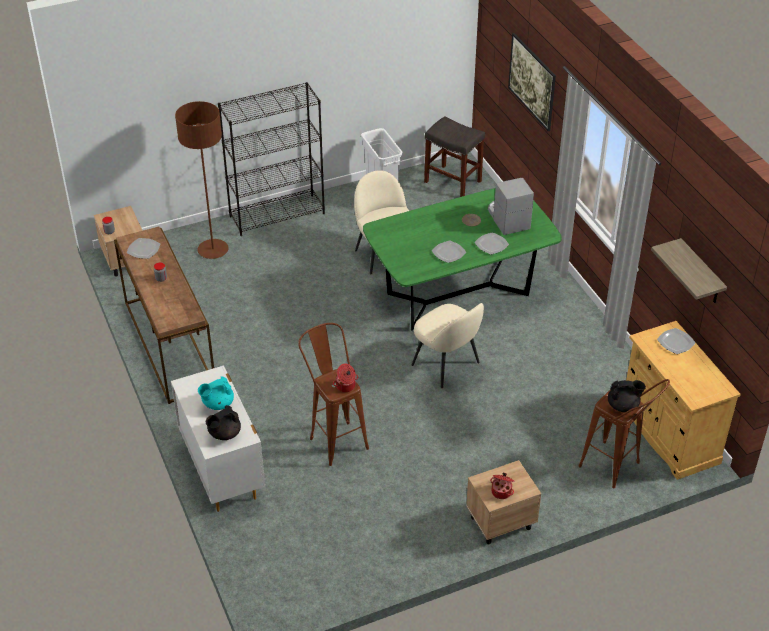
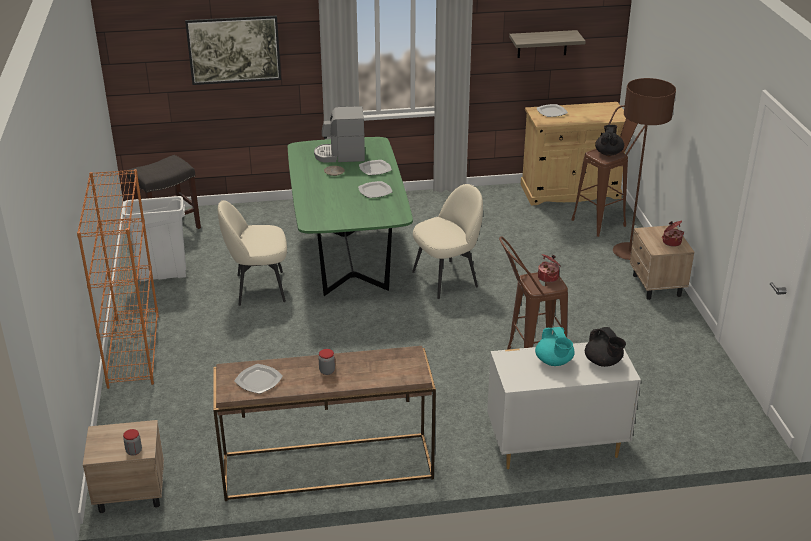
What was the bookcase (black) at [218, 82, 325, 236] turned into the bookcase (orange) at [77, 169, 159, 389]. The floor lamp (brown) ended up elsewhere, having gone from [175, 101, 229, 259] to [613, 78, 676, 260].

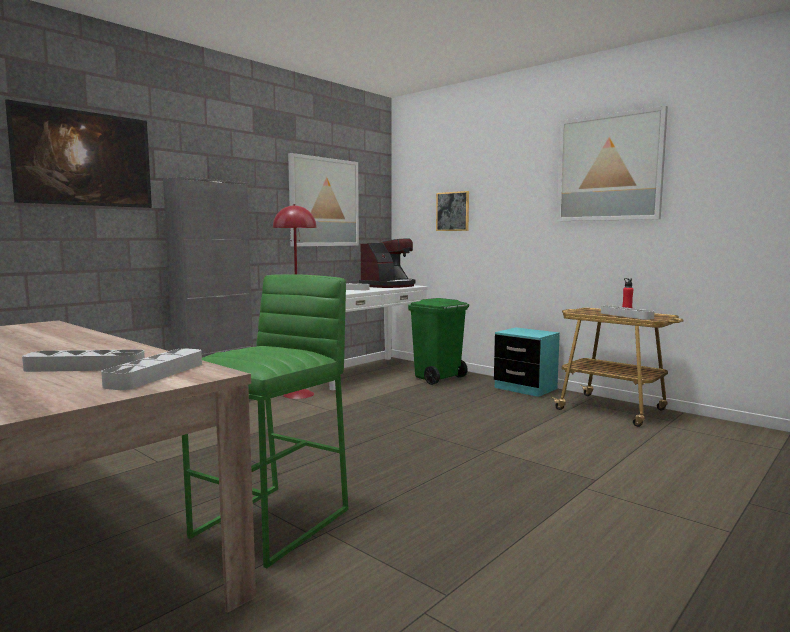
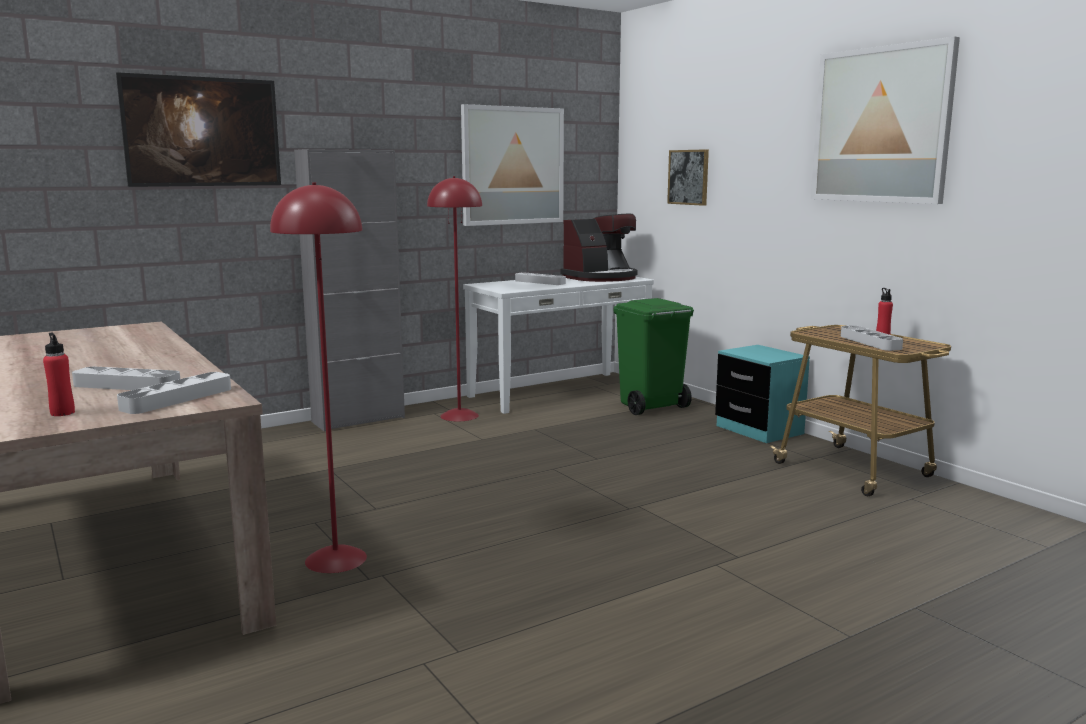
The second view gained the bottle (red) at [43, 333, 75, 416]. Where the stool (green) stood at [182, 274, 349, 568], the floor lamp (red) came to stand at [270, 182, 367, 573].

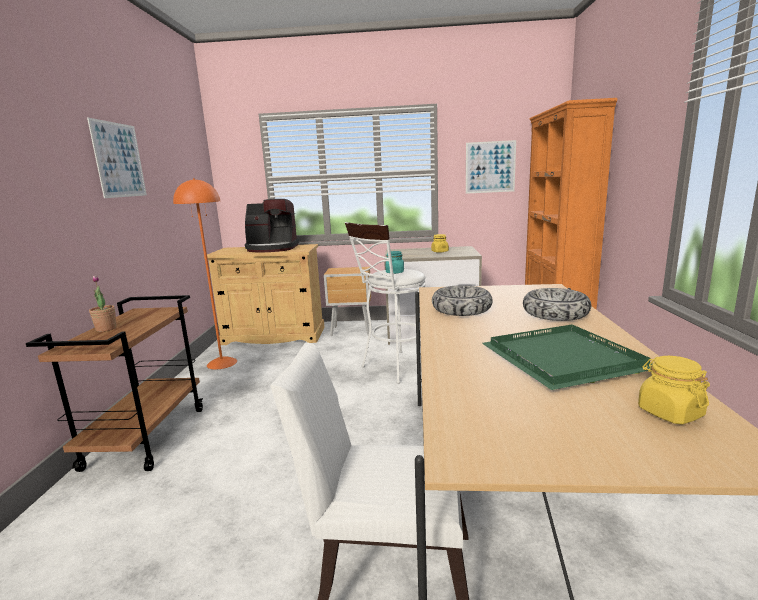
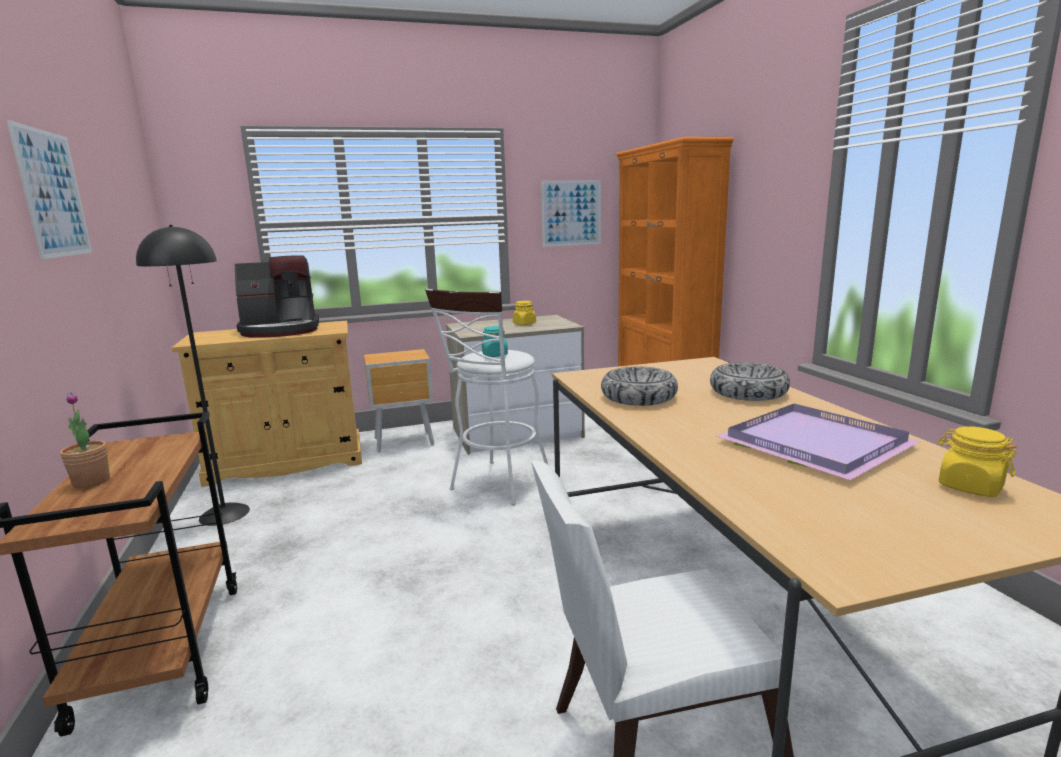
What was the floor lamp (orange) at [173, 178, 237, 370] turned into the floor lamp (black) at [136, 225, 250, 526]. What was the tray (green) at [482, 325, 653, 390] turned into the tray (purple) at [717, 404, 921, 480].

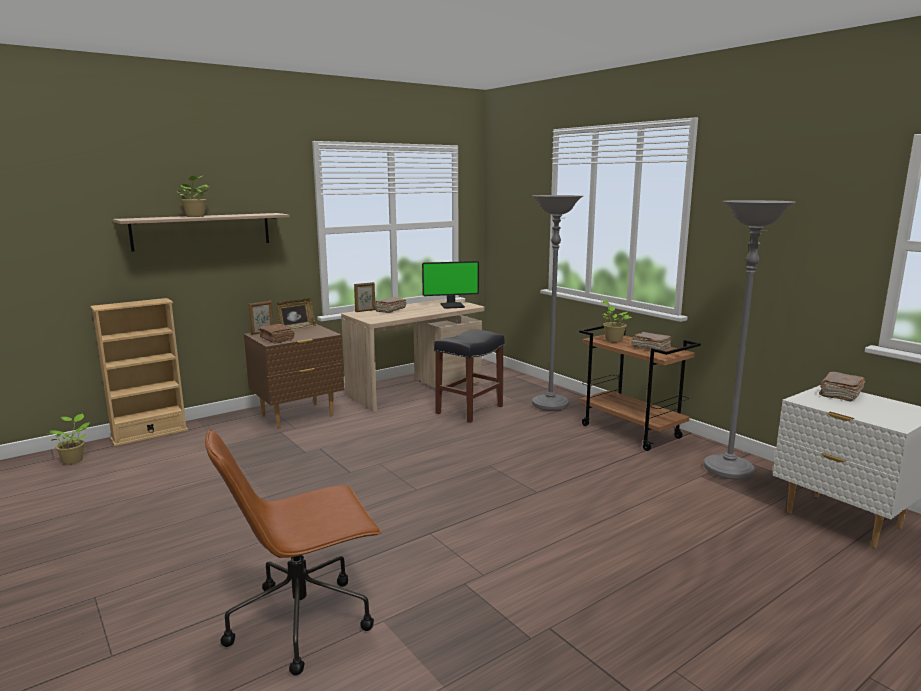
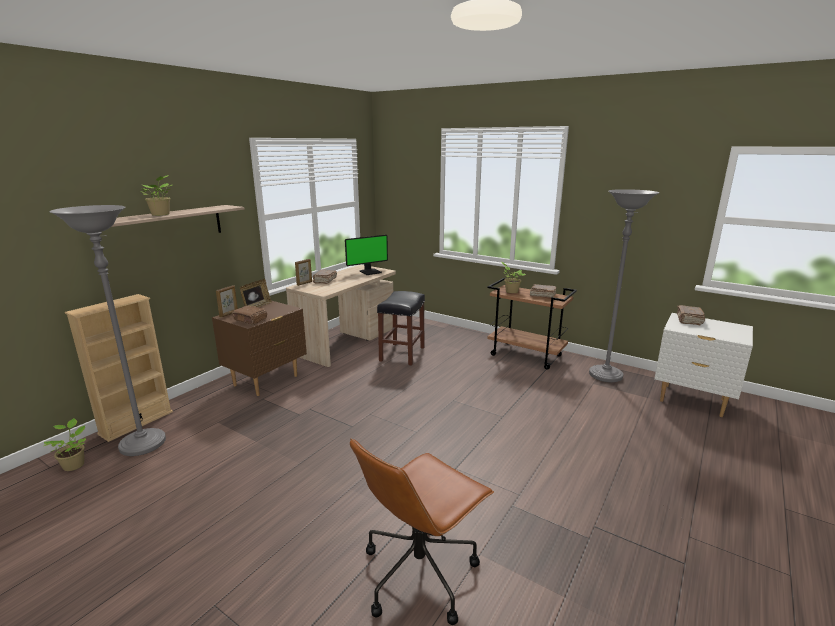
The floor lamp (grey) ended up elsewhere, having gone from [532, 195, 583, 411] to [49, 205, 166, 456].

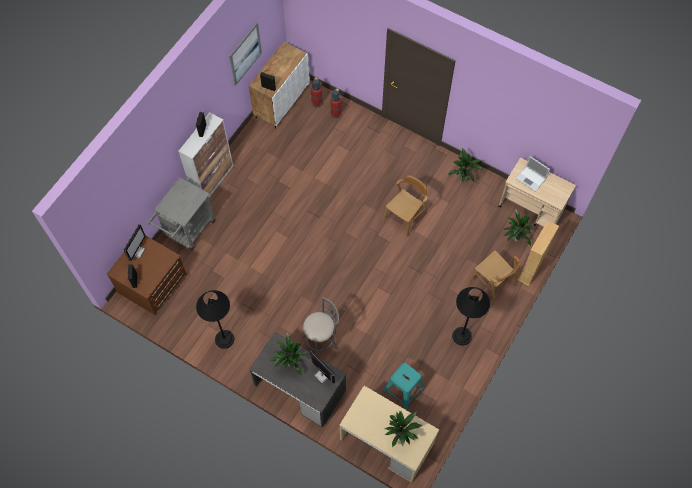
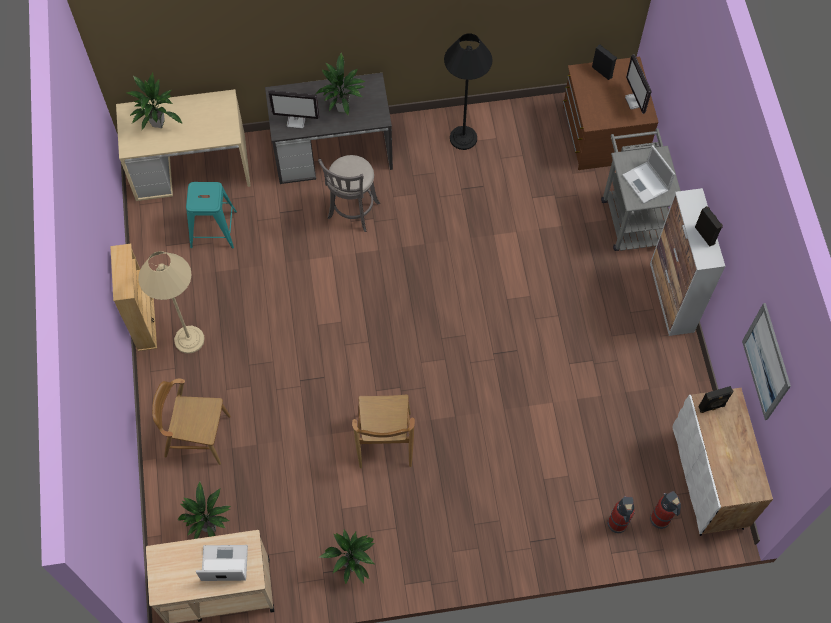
The bookcase (beige) ended up elsewhere, having gone from [518, 220, 559, 286] to [110, 244, 157, 351]. What was the floor lamp (black) at [452, 287, 490, 345] turned into the floor lamp (beige) at [138, 251, 205, 354]. The second view gained the laptop at [622, 145, 675, 204].

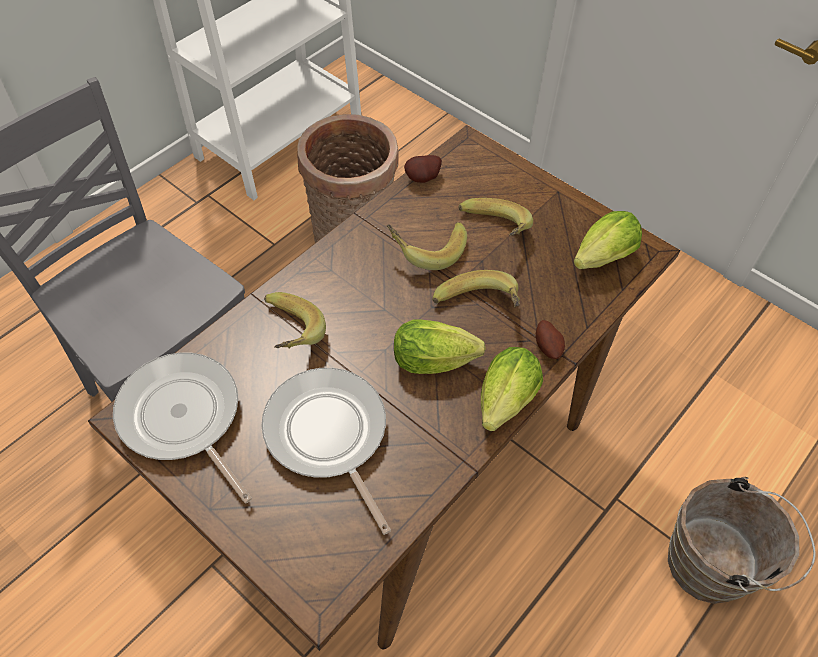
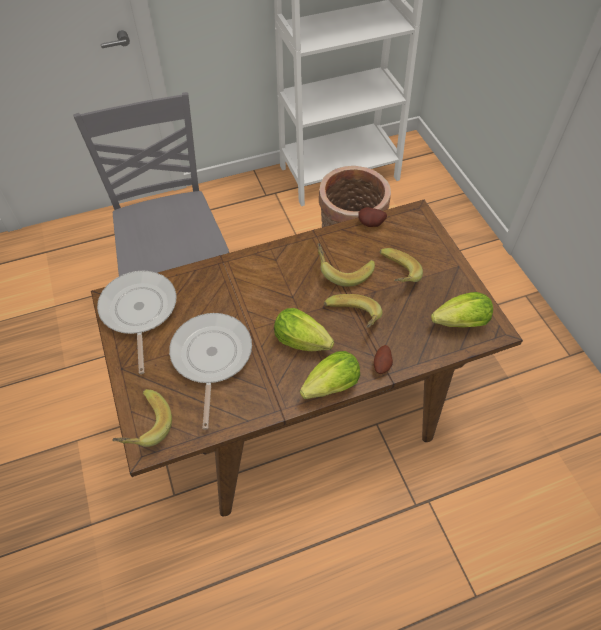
The banana ended up elsewhere, having gone from [264, 292, 326, 349] to [112, 389, 172, 447]. The second view lost the bucket (brown) at [668, 477, 816, 604].

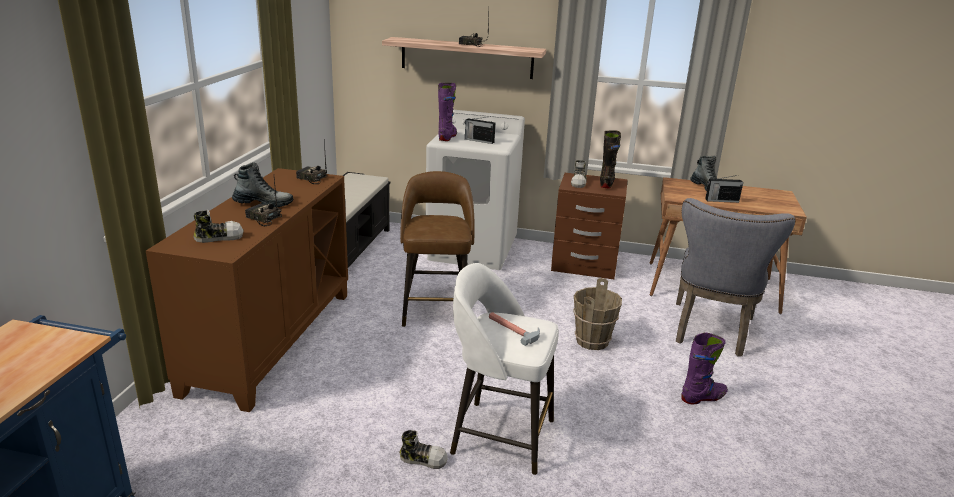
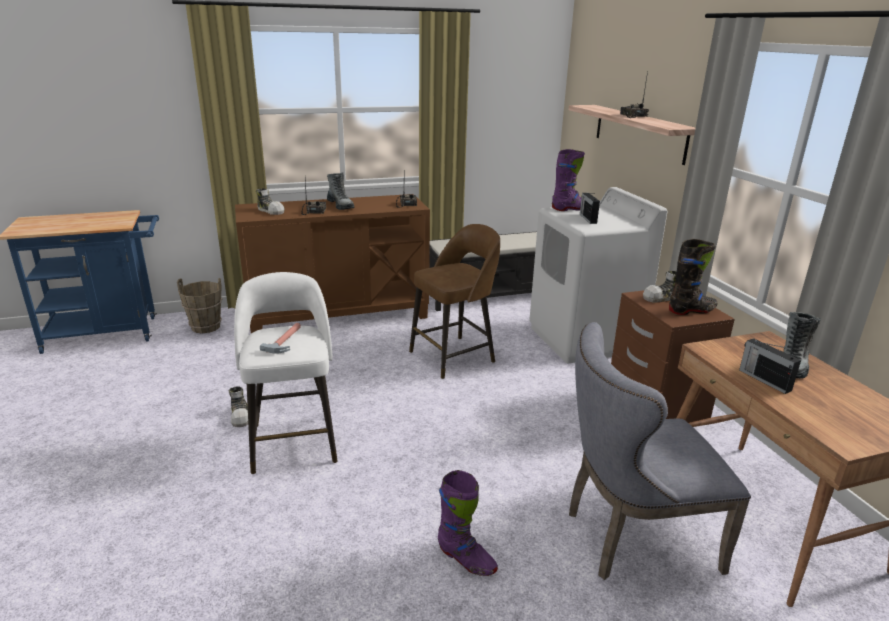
The bucket (brown) ended up elsewhere, having gone from [573, 278, 622, 350] to [177, 278, 223, 333].

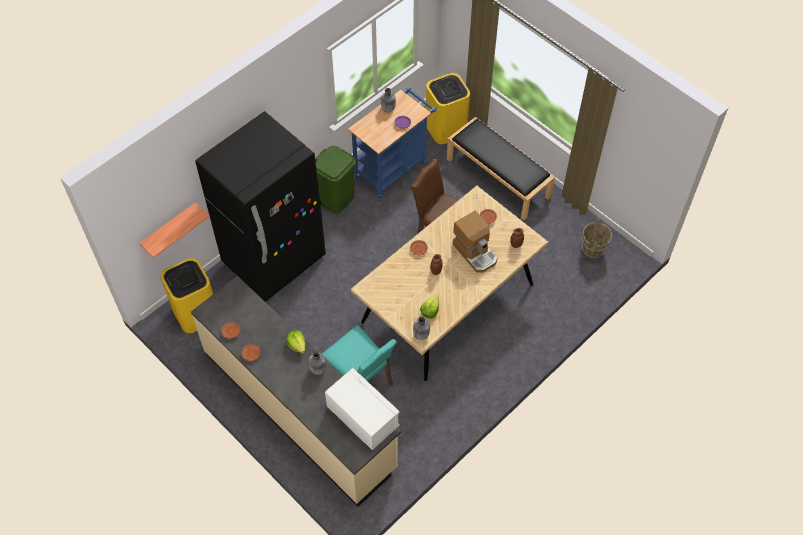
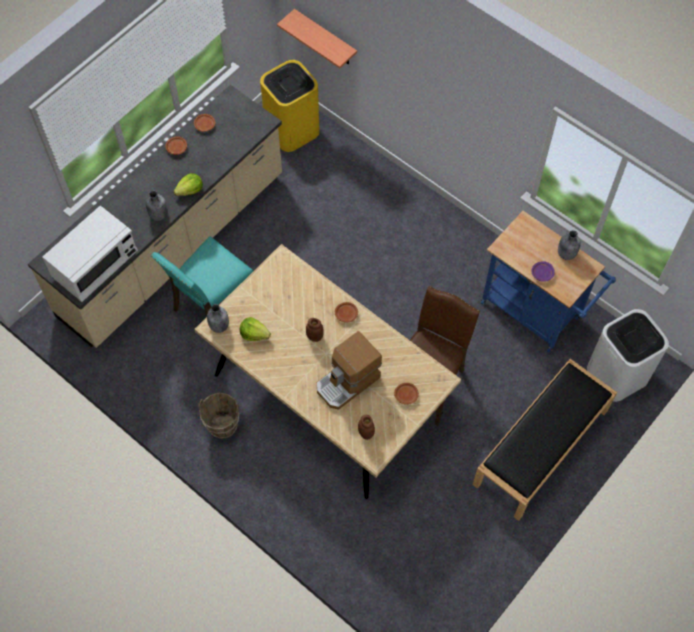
The bucket (brown) ended up elsewhere, having gone from [582, 219, 612, 259] to [198, 393, 239, 439]. What was the trash can (yellow) at [426, 73, 470, 144] turned into the trash can (white) at [587, 309, 669, 402]. The second view lost the fridge (black) at [195, 111, 326, 302]. The second view lost the trash can (green) at [315, 146, 356, 214].

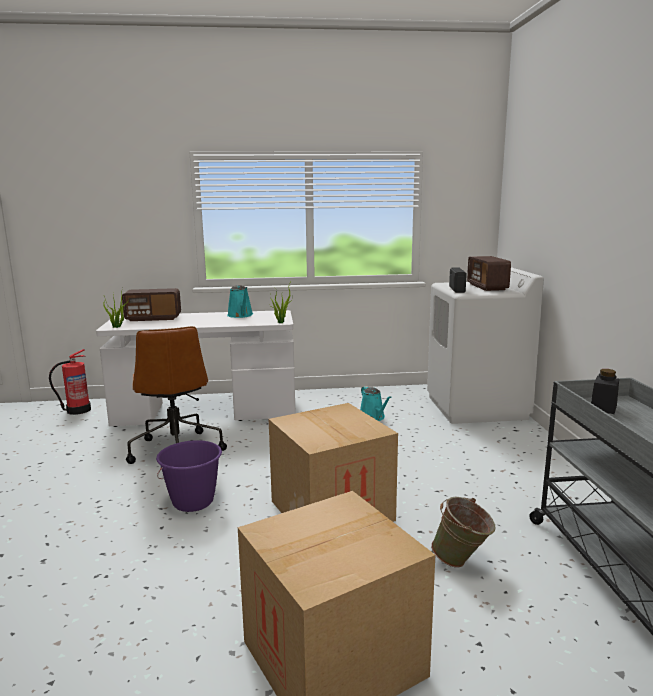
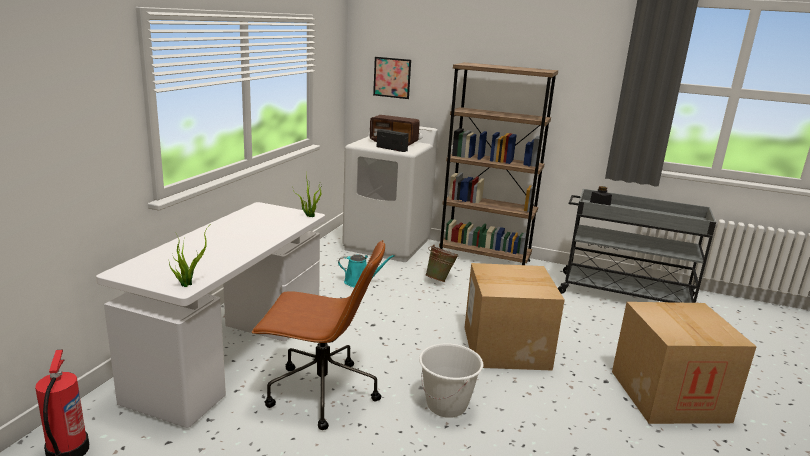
The second view gained the picture at [373, 57, 411, 99]. What was the bucket (purple) at [156, 440, 222, 512] turned into the bucket (white) at [419, 344, 483, 418]. The bucket (green) ended up elsewhere, having gone from [431, 496, 496, 568] to [425, 245, 458, 282]. The second view gained the bookcase (brown) at [439, 62, 558, 265]. The second view lost the radio at [122, 288, 181, 321]. The second view lost the watering can (turquoise) at [227, 285, 253, 318].

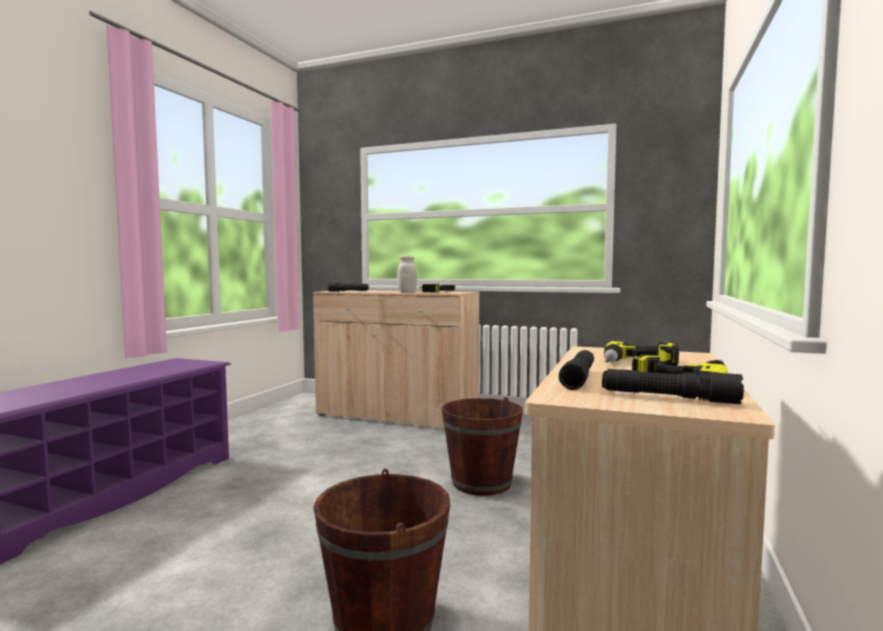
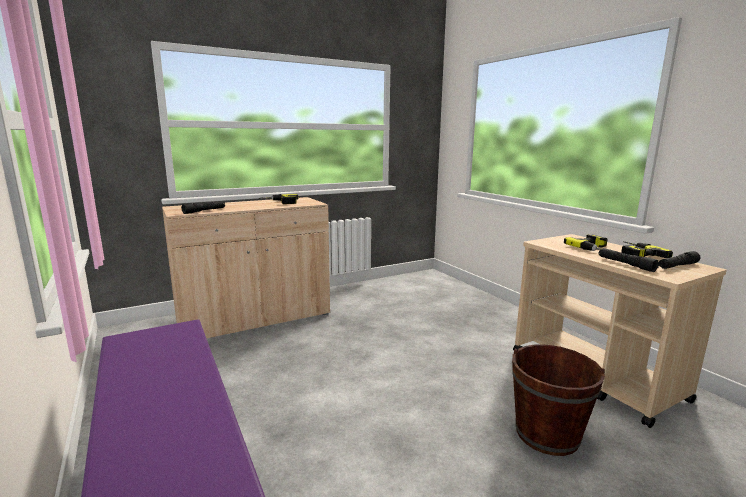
The second view lost the jar (white) at [397, 256, 417, 292]. The second view lost the bucket (brown) at [442, 397, 523, 496].

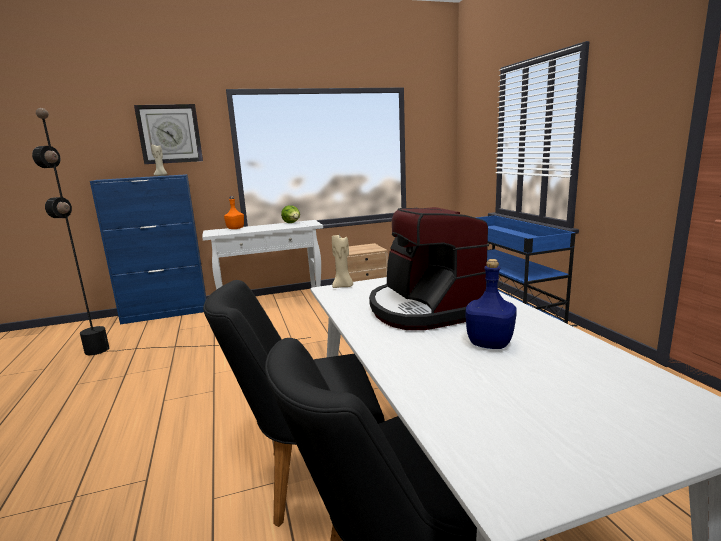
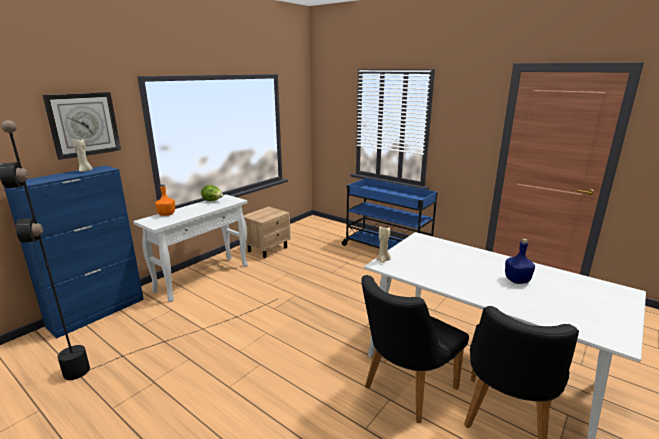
The second view lost the coffee machine at [369, 207, 489, 330].

